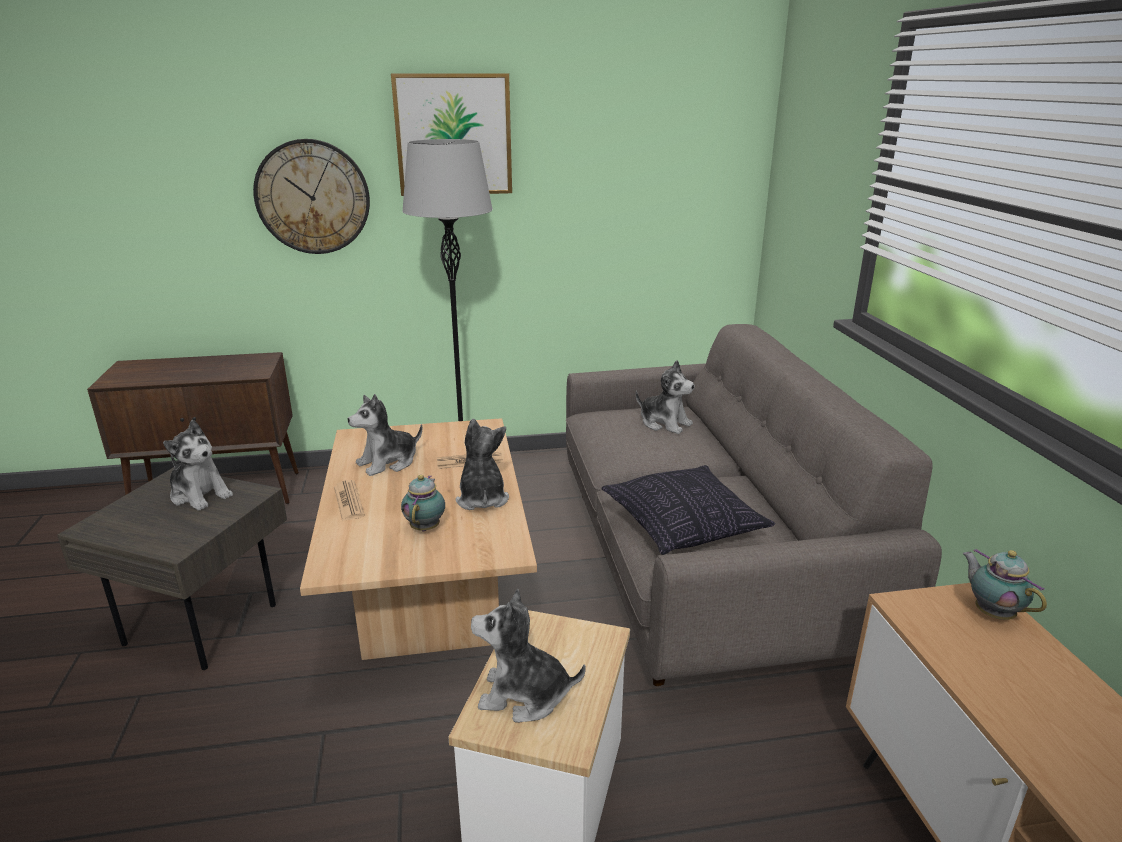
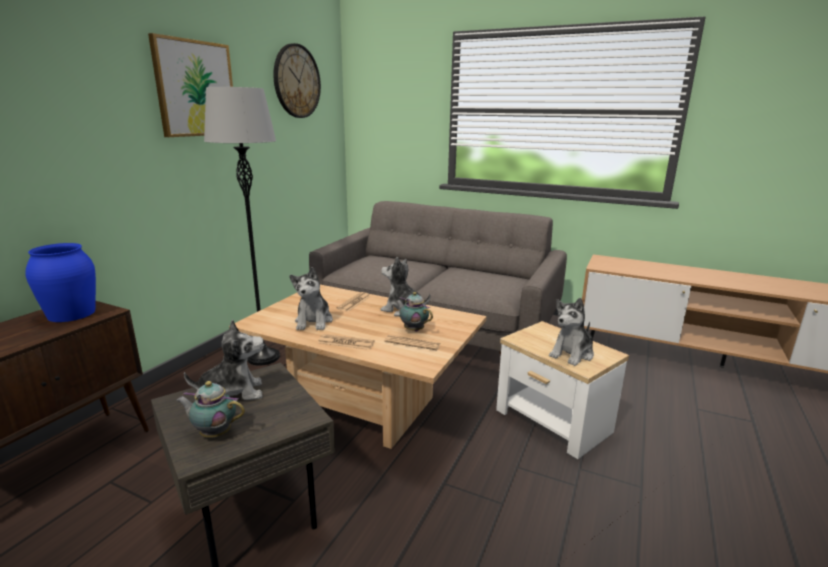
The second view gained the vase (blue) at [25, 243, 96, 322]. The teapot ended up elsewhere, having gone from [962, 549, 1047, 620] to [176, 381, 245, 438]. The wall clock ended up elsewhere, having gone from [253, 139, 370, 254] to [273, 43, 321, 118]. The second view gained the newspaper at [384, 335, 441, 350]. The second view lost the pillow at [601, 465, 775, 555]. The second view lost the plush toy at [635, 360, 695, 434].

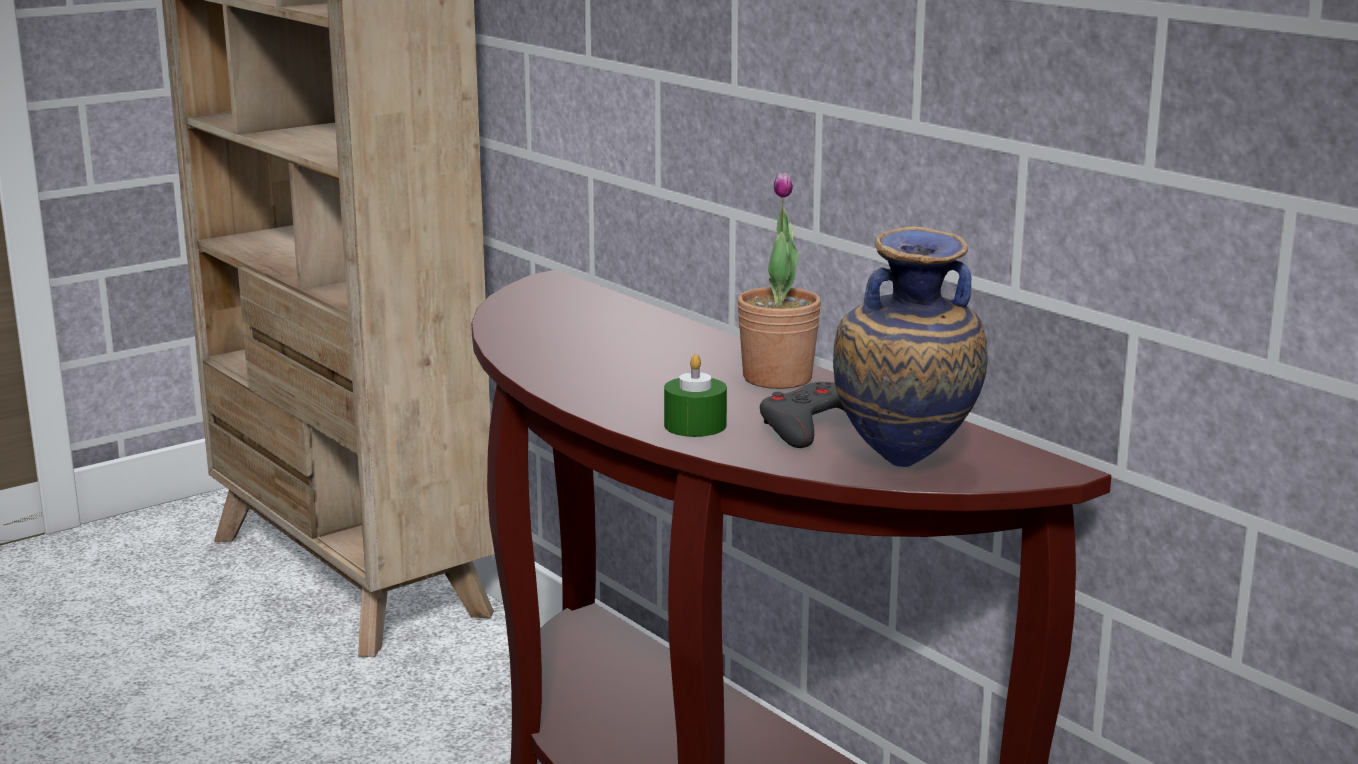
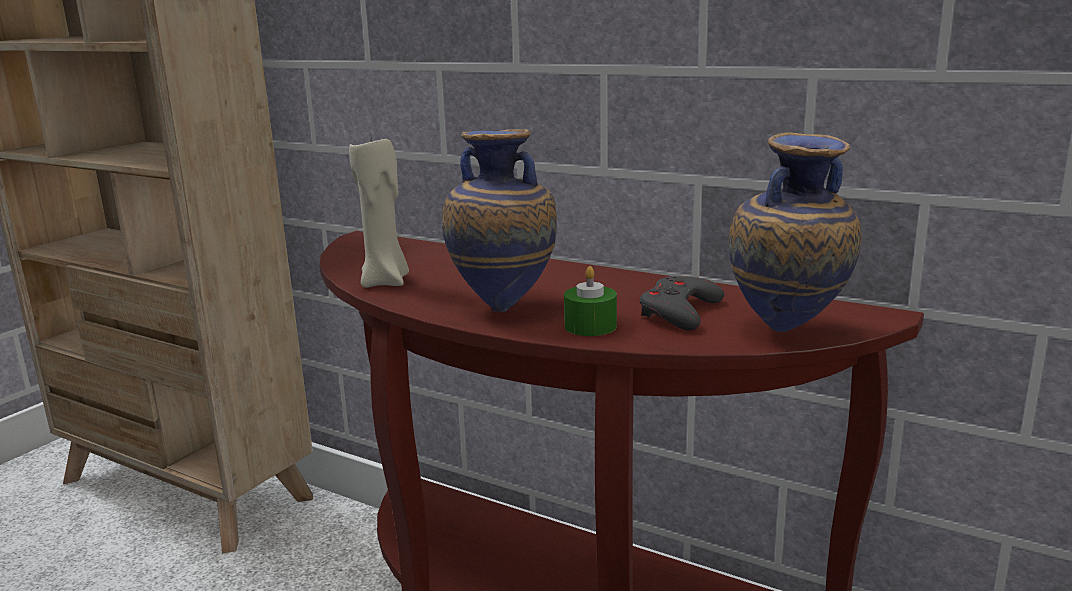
The second view gained the candle (beige) at [349, 137, 409, 288]. The second view gained the vase at [442, 129, 557, 312]. The second view lost the potted plant at [737, 172, 821, 389].

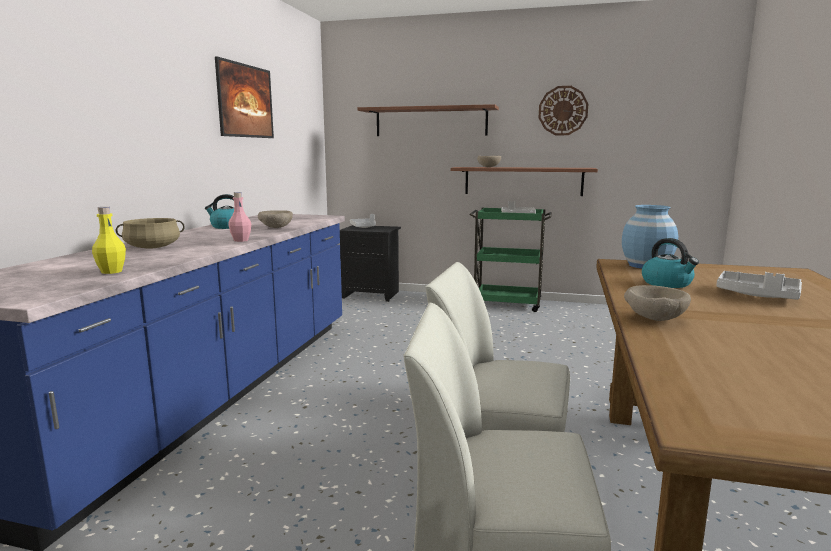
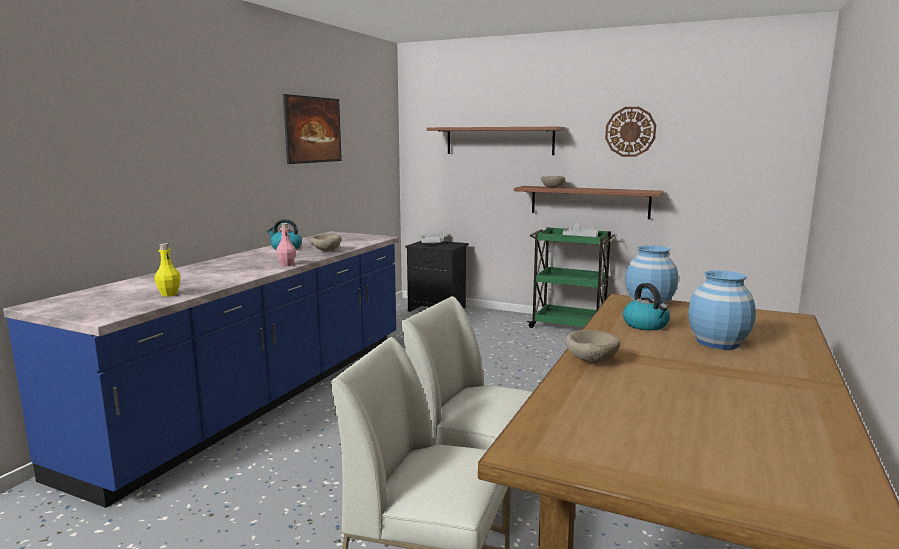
Where the tray (grey) stood at [716, 271, 802, 300], the vase (blue) came to stand at [688, 270, 756, 349]. The second view lost the cooking pot (beige) at [116, 218, 185, 249].

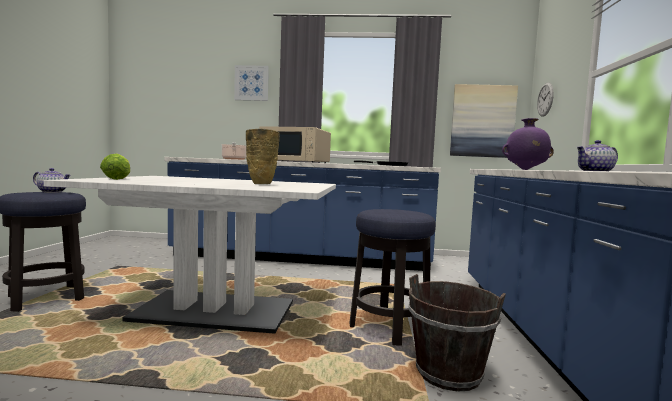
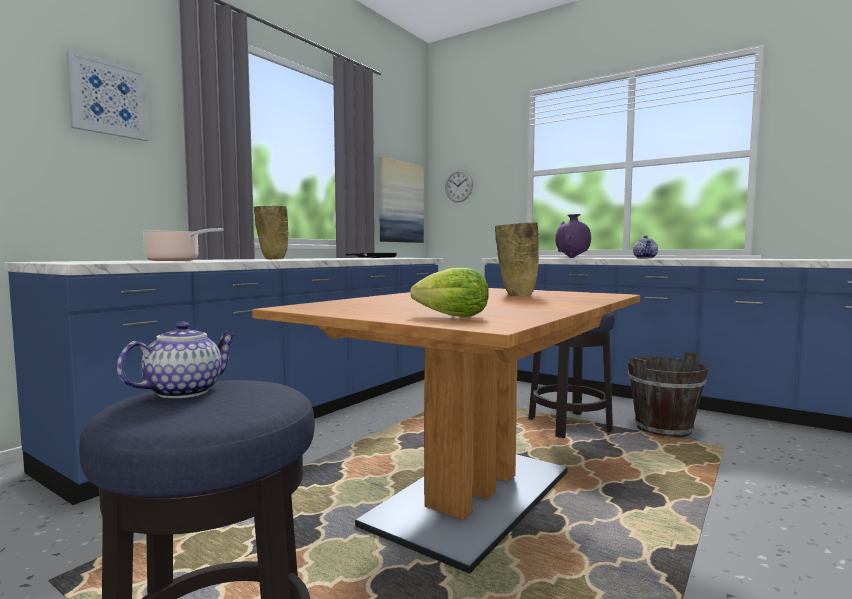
What was the dining table (white) at [44, 176, 336, 334] turned into the dining table (brown) at [252, 288, 641, 574]. Where the microwave (beige) stood at [259, 126, 331, 163], the vase (beige) came to stand at [253, 206, 289, 259].

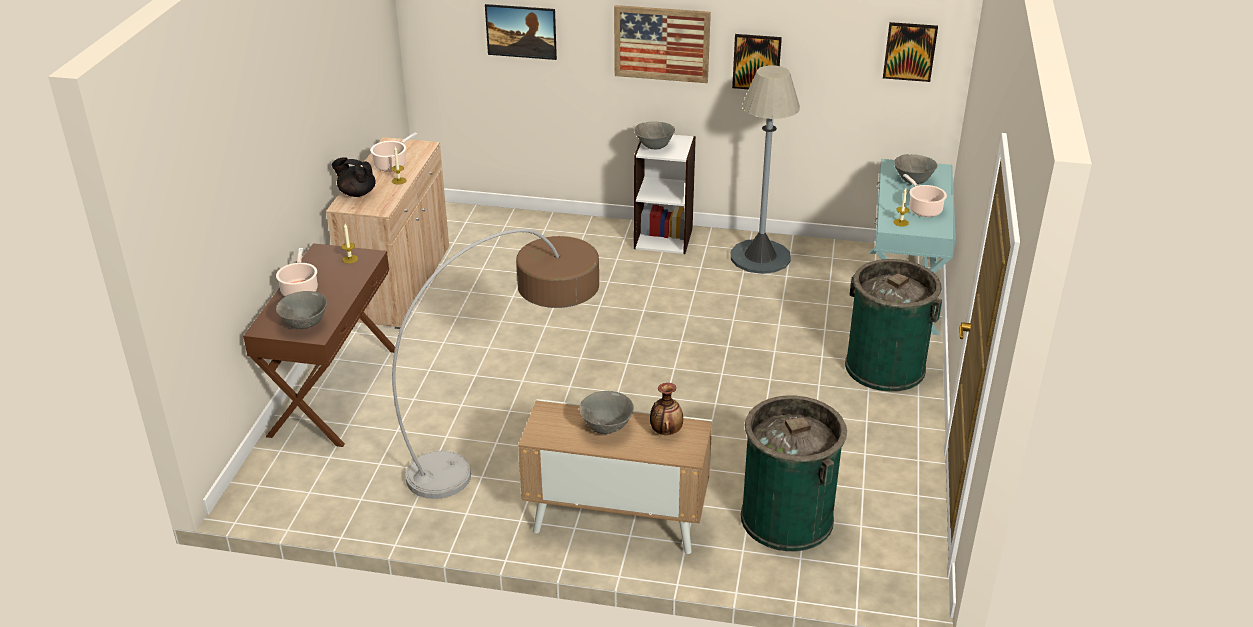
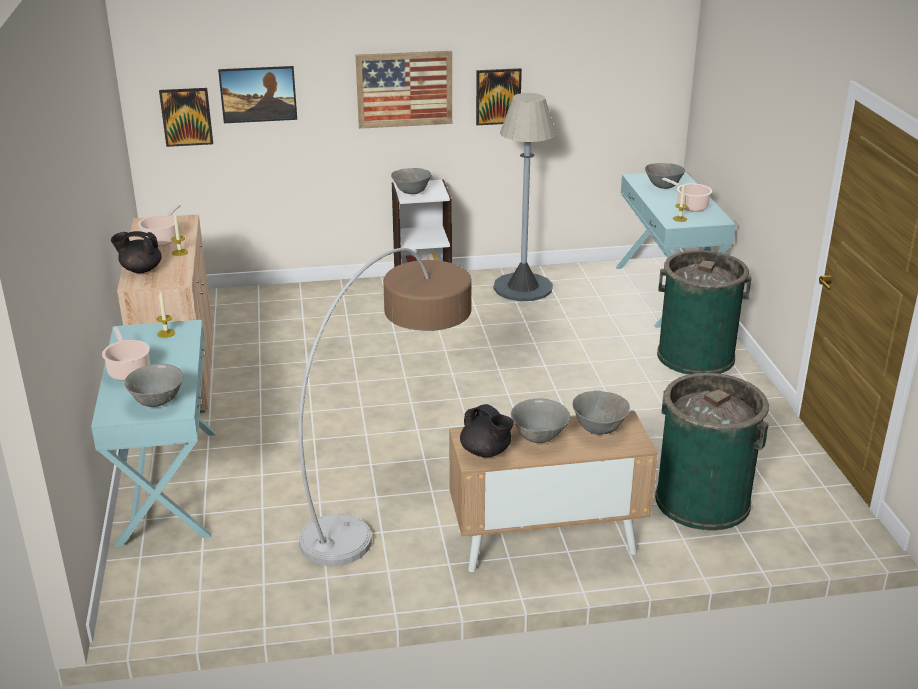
What was the console table (brown) at [243, 243, 395, 447] turned into the console table (turquoise) at [91, 320, 216, 547]. The picture ended up elsewhere, having gone from [883, 22, 938, 82] to [159, 88, 213, 147]. The second view gained the teapot (black) at [460, 404, 514, 457]. Where the vase stood at [650, 383, 683, 435], the bowl (grey) came to stand at [572, 391, 630, 435].

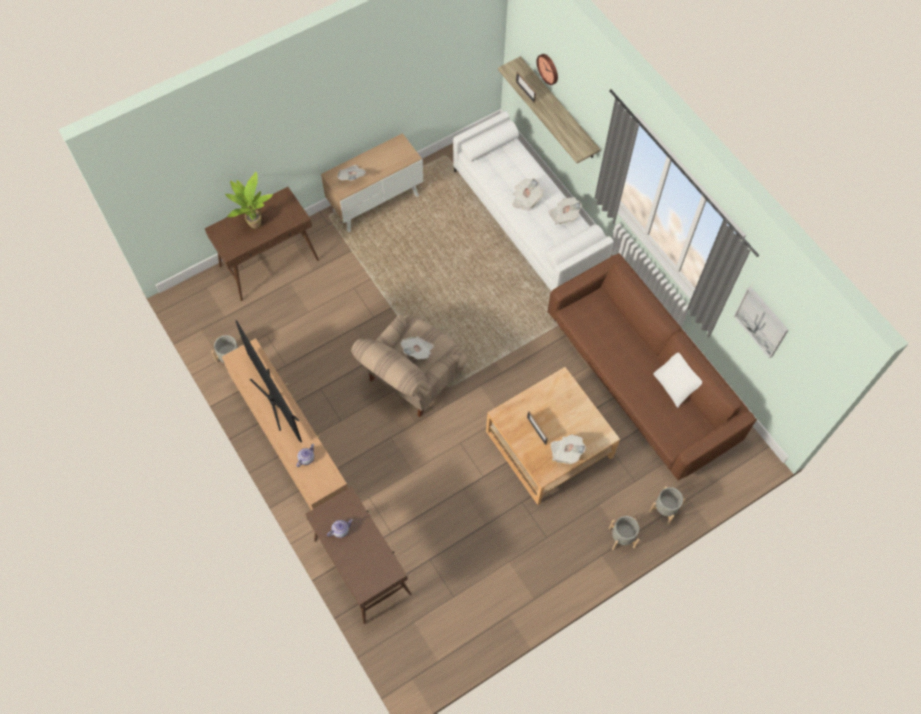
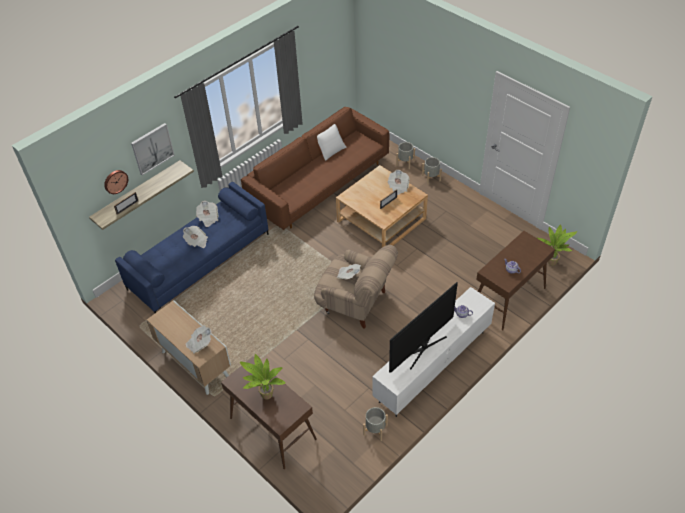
What was the sofa (white) at [453, 111, 614, 291] turned into the sofa (blue) at [115, 182, 269, 313]. The picture ended up elsewhere, having gone from [734, 286, 788, 358] to [131, 123, 175, 175]. What was the tv stand (brown) at [222, 338, 348, 510] turned into the tv stand (white) at [372, 287, 495, 417]. The second view gained the potted plant at [537, 224, 577, 266].

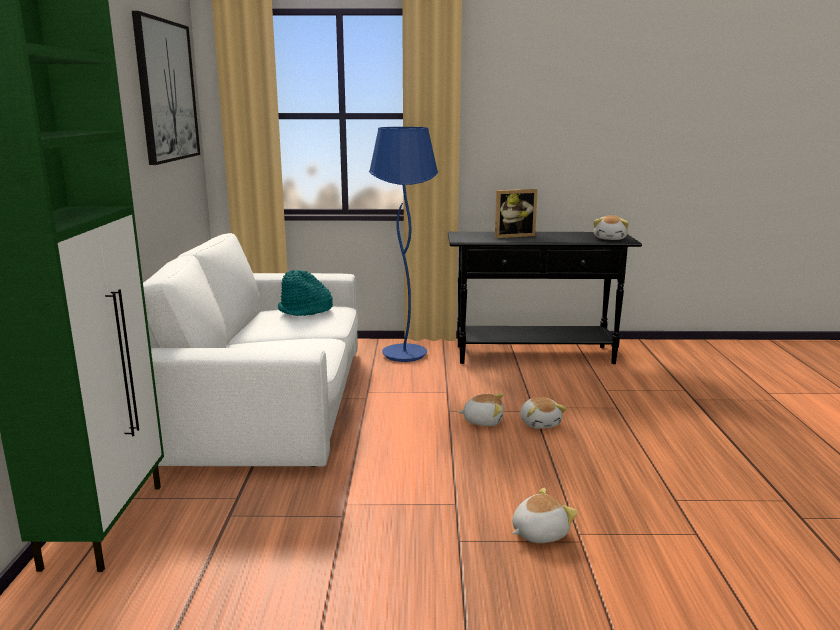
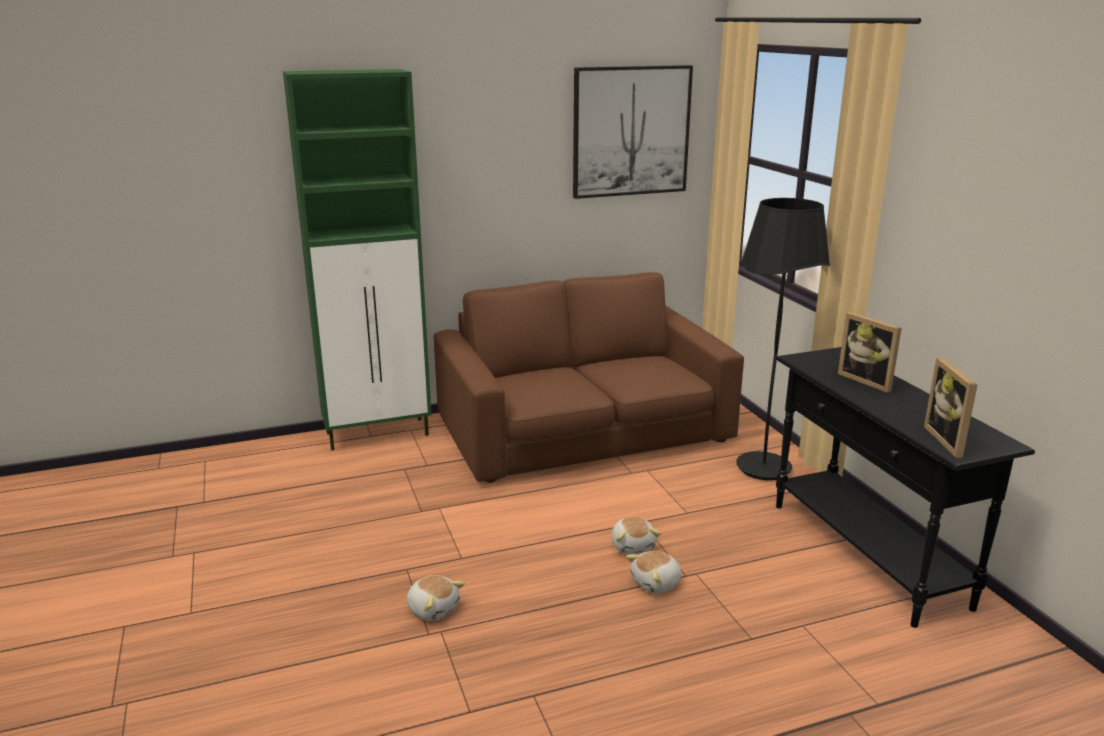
What was the sofa (white) at [143, 233, 358, 467] turned into the sofa (brown) at [434, 272, 744, 483]. What was the floor lamp (blue) at [369, 127, 438, 362] turned into the floor lamp (black) at [736, 198, 830, 480]. Where the plush toy stood at [594, 215, 629, 240], the picture frame came to stand at [924, 358, 977, 458]. The second view lost the hat (turquoise) at [278, 270, 333, 316].

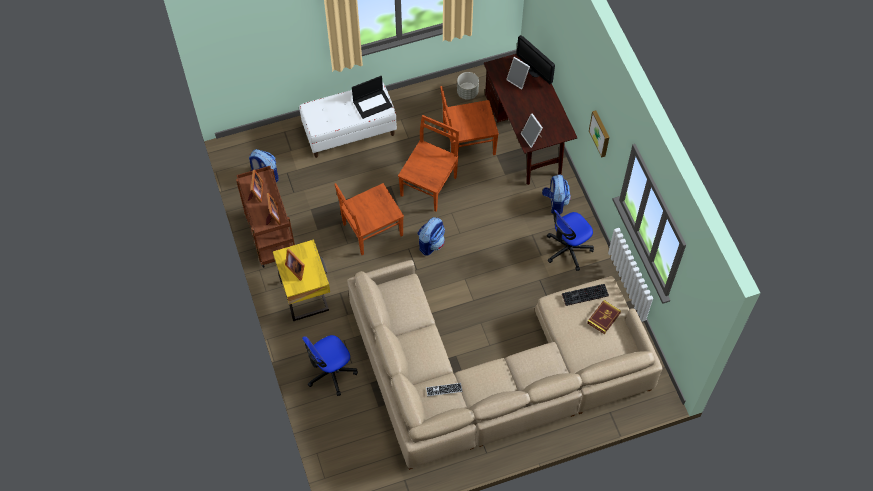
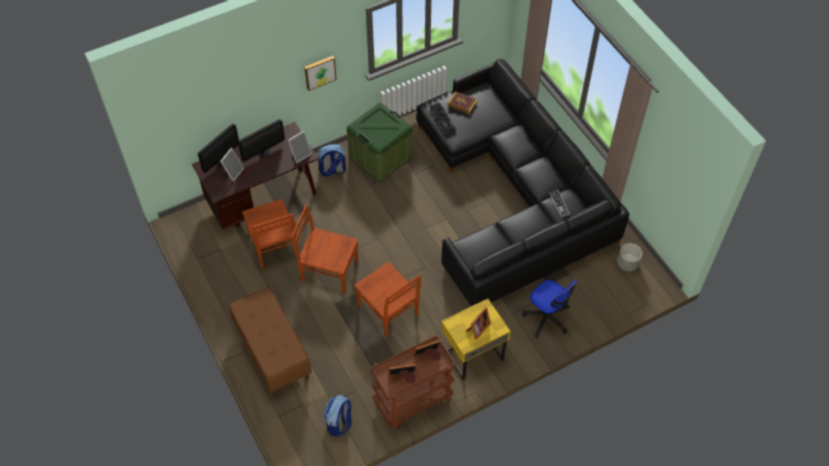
What was the bench (white) at [299, 82, 397, 158] turned into the bench (brown) at [229, 287, 312, 396]. The second view gained the monitor at [238, 119, 285, 162]. Where the office chair stood at [547, 210, 594, 271], the storage box (green) came to stand at [347, 103, 412, 181]. What was the sofa (beige) at [347, 260, 663, 470] turned into the sofa (black) at [416, 59, 629, 306]. The planter (grey) ended up elsewhere, having gone from [457, 72, 479, 100] to [617, 243, 642, 271]. The second view lost the laptop at [352, 76, 393, 119]. The second view lost the backpack at [418, 217, 445, 255].

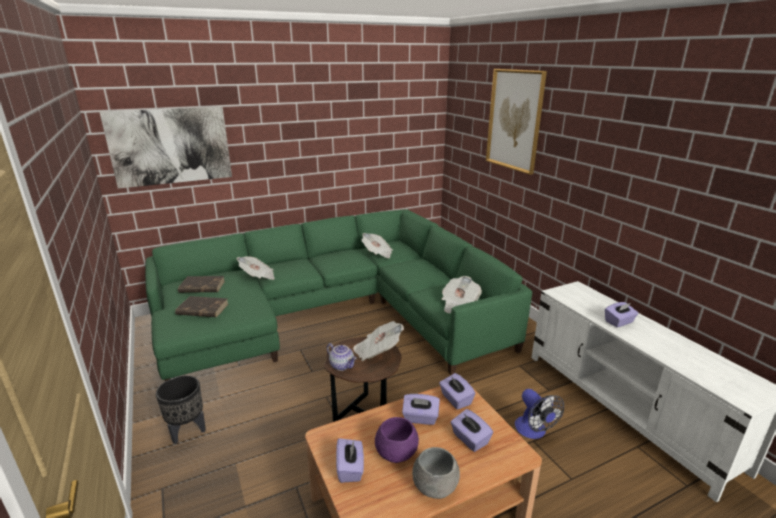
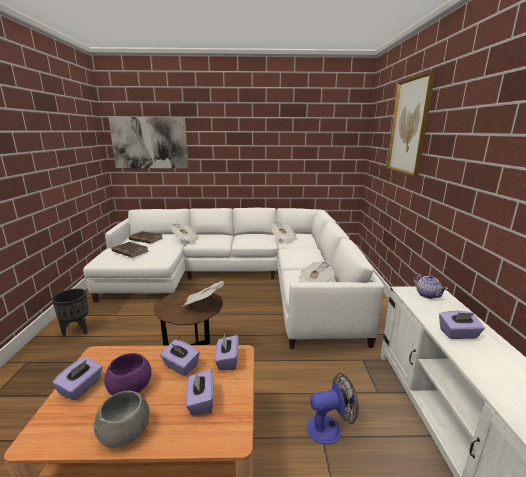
What was the sofa (green) at [145, 209, 532, 381] turned into the sofa (white) at [83, 208, 384, 349]. The fan at [515, 389, 564, 439] ended up facing another way, 105 degrees counterclockwise from before. The teapot ended up elsewhere, having gone from [327, 343, 357, 371] to [413, 273, 448, 299].

